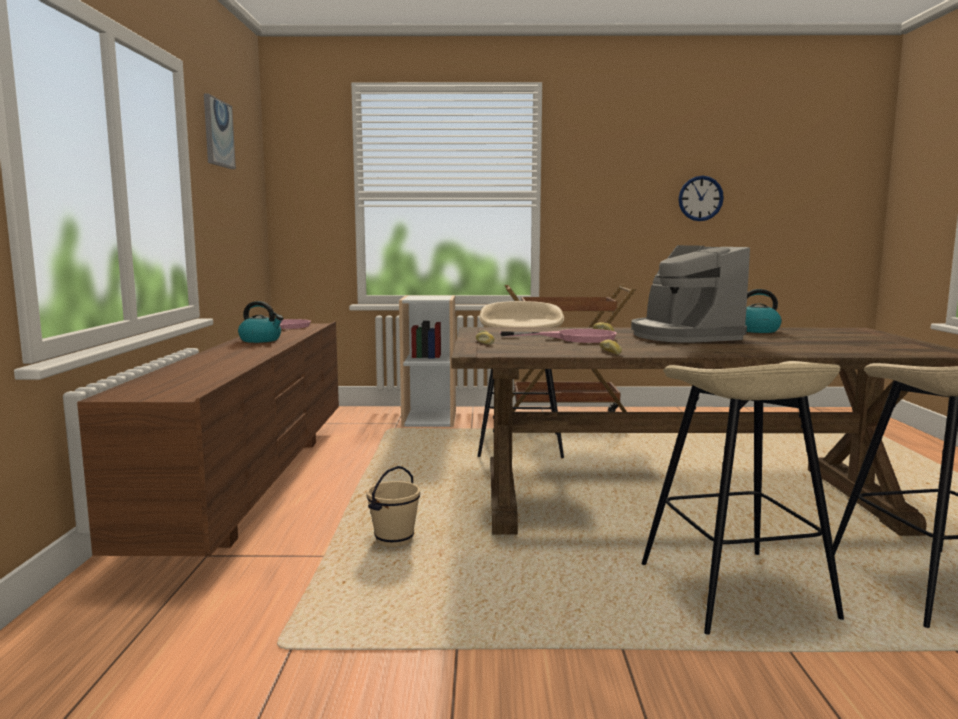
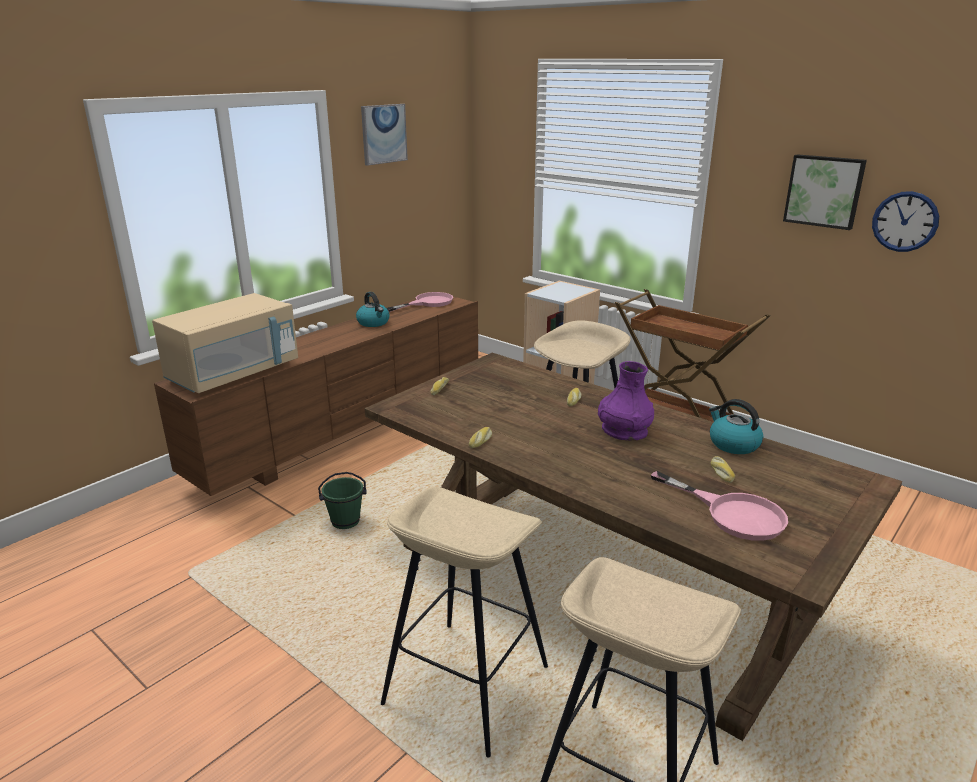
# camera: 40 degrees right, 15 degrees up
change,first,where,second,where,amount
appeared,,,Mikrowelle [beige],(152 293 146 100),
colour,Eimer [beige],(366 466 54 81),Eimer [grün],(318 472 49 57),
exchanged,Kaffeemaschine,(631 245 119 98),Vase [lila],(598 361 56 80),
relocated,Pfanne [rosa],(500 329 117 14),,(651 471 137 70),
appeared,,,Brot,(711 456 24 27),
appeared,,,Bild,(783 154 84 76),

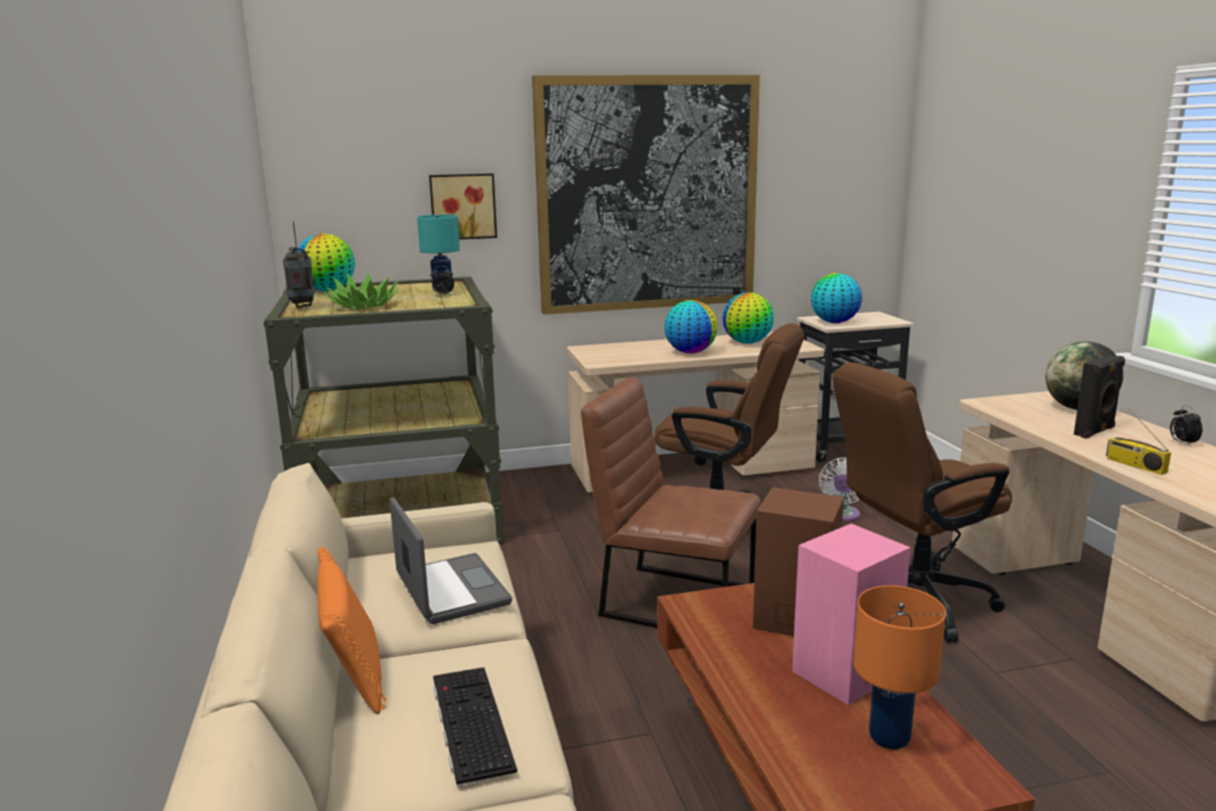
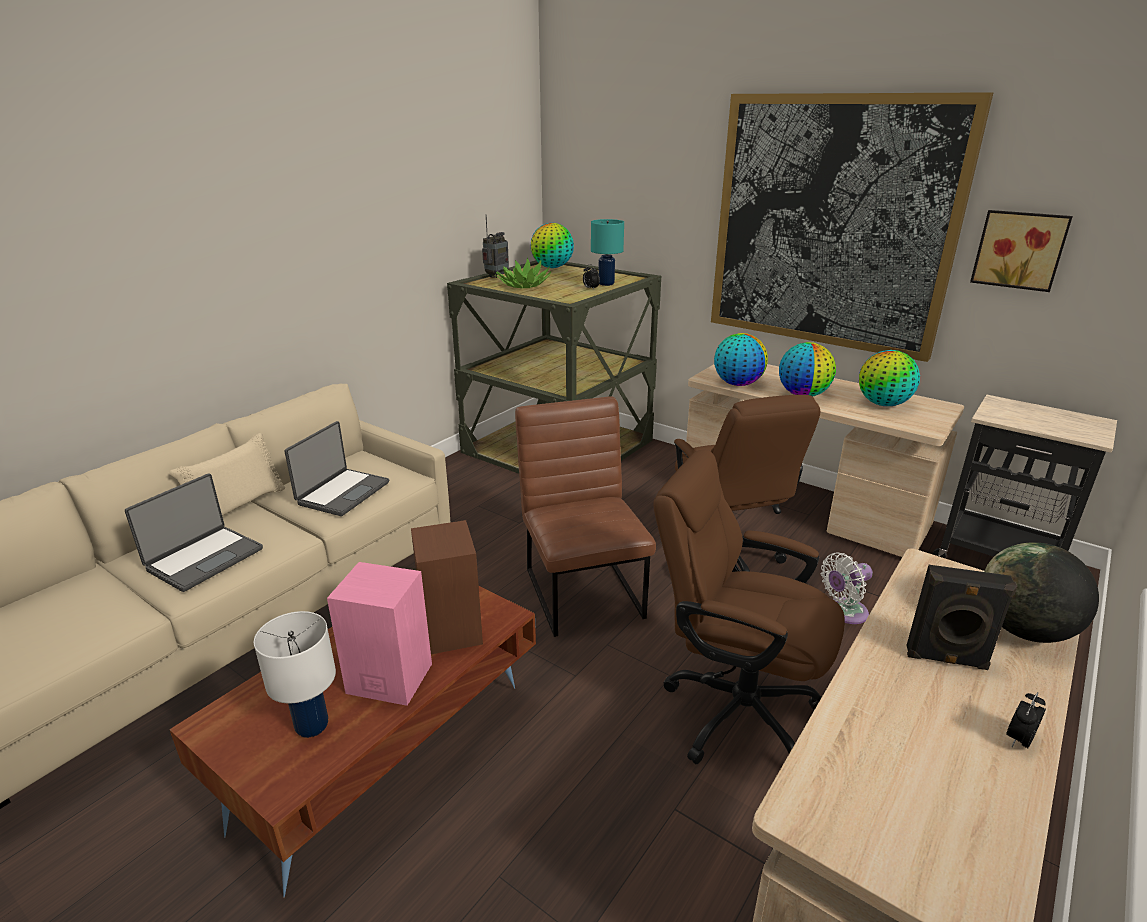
# camera: 50 degrees right, 10 degrees up
change,first,where,second,where,amount
exchanged,Tastatur,(433 667 84 119),Laptop,(125 473 138 119),
colour,Kissen [orange],(317 547 69 167),Kissen [beige],(169 433 116 83),
colour,Tischlampe [orange],(853 585 93 165),Tischlampe [weiß],(254 611 82 127),
relocated,Globus,(811 273 51 50),,(714 333 54 53),
relocated,Bild,(429 173 68 67),,(970 210 103 82),
missing,Radio,(1106 408 65 67),,,

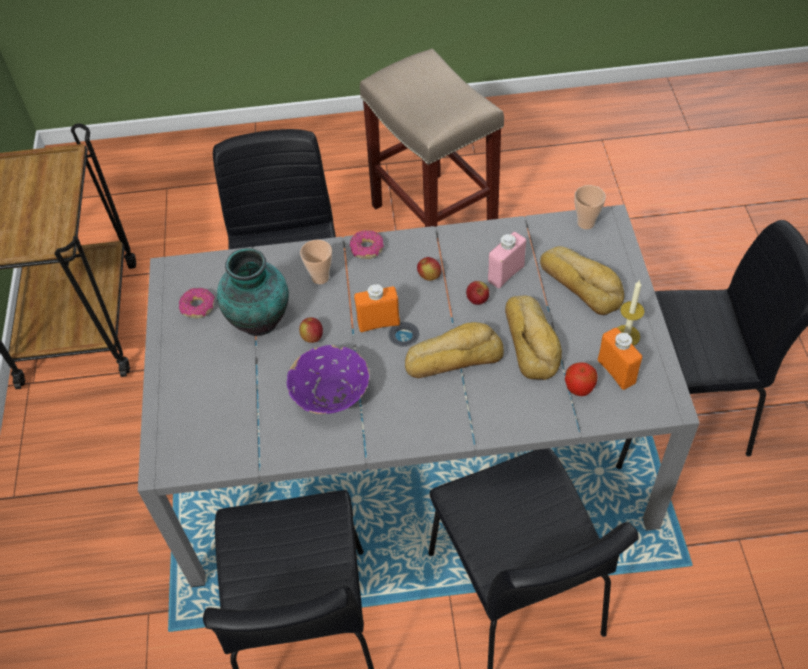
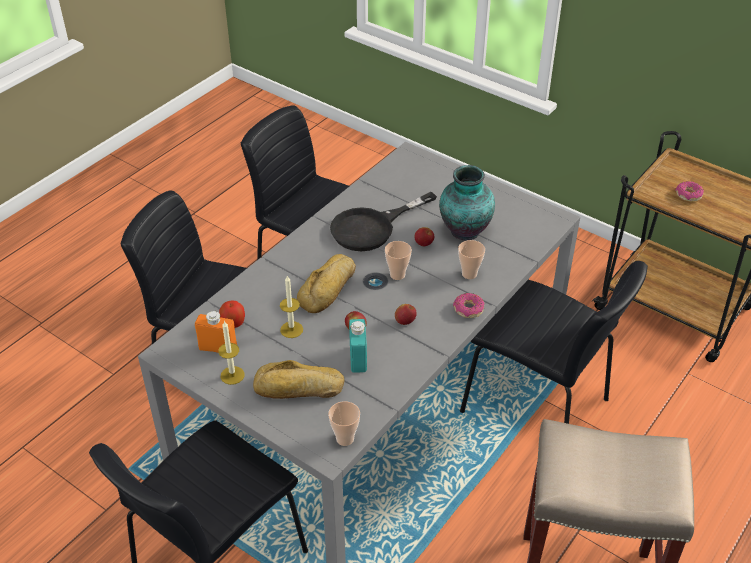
# camera: 130 degrees right, 10 degrees down
change,first,where,second,where,amount
exchanged,Brot,(505 296 57 84),Kerze,(280 276 23 62),
exchanged,Schüssel [lila],(287 345 82 69),Pfanne [schwarz],(330 192 107 59),
colour,Flasche [rosa],(488 232 38 56),Flasche [türkis],(349 319 18 54),
exchanged,Flasche [orange],(354 283 46 49),Tasse,(385 241 27 39),
relocated,Donut,(179 288 36 30),,(675 181 29 21),

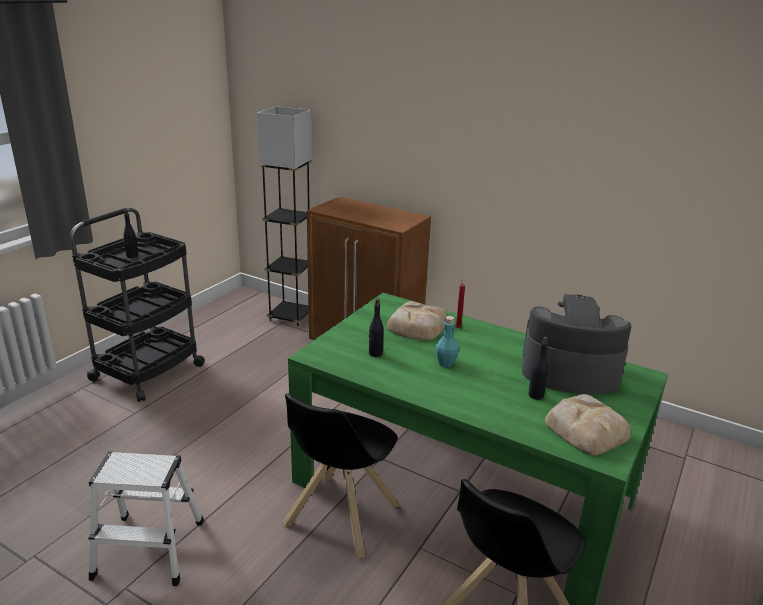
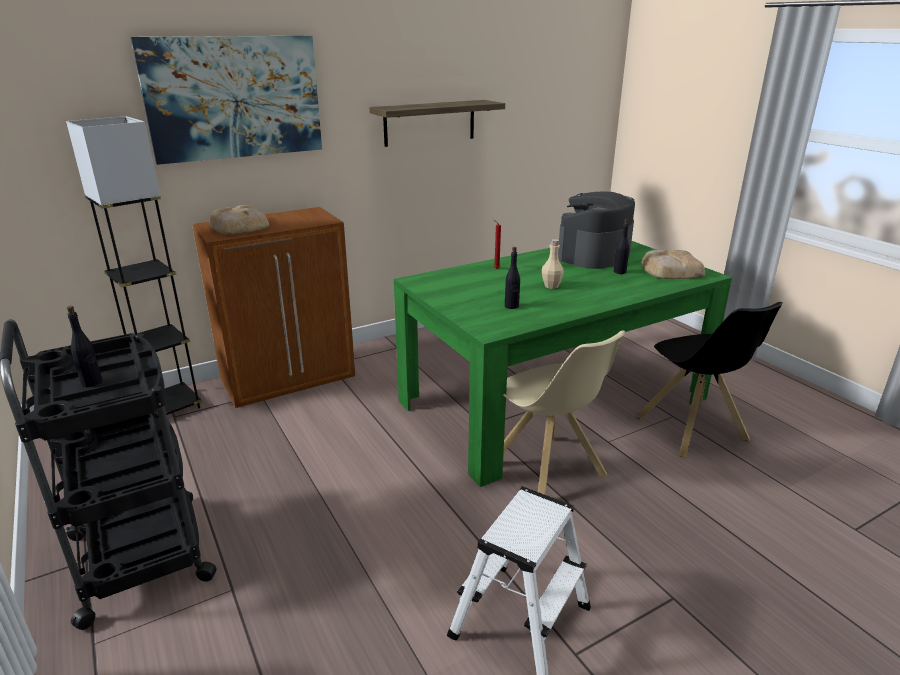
# camera: 60 degrees left, 0 degrees up
change,first,where,second,where,amount
appeared,,,Bild,(130 36 192 129),
relocated,Brot,(387 301 60 39),,(210 205 59 30),
appeared,,,Wandregal,(369 100 136 47),
colour,Stuhl [schwarz],(283 394 117 165),Stuhl [beige],(503 330 122 165),
colour,Flasche [türkis],(435 316 24 51),Flasche [beige],(542 239 22 50),

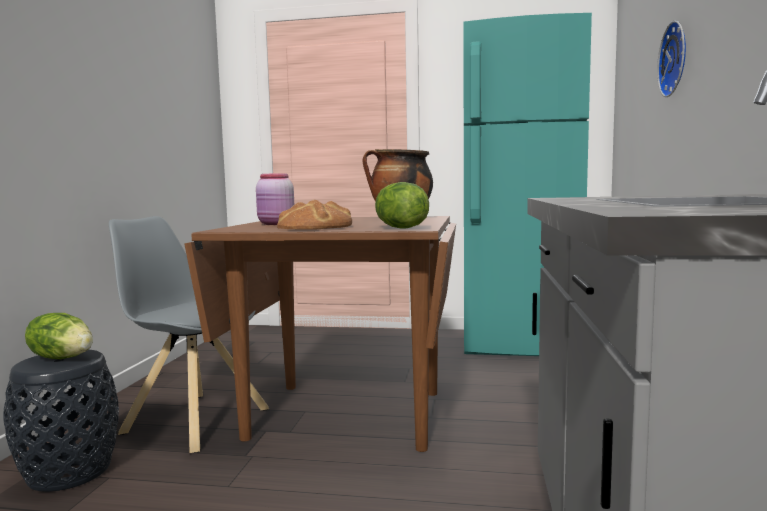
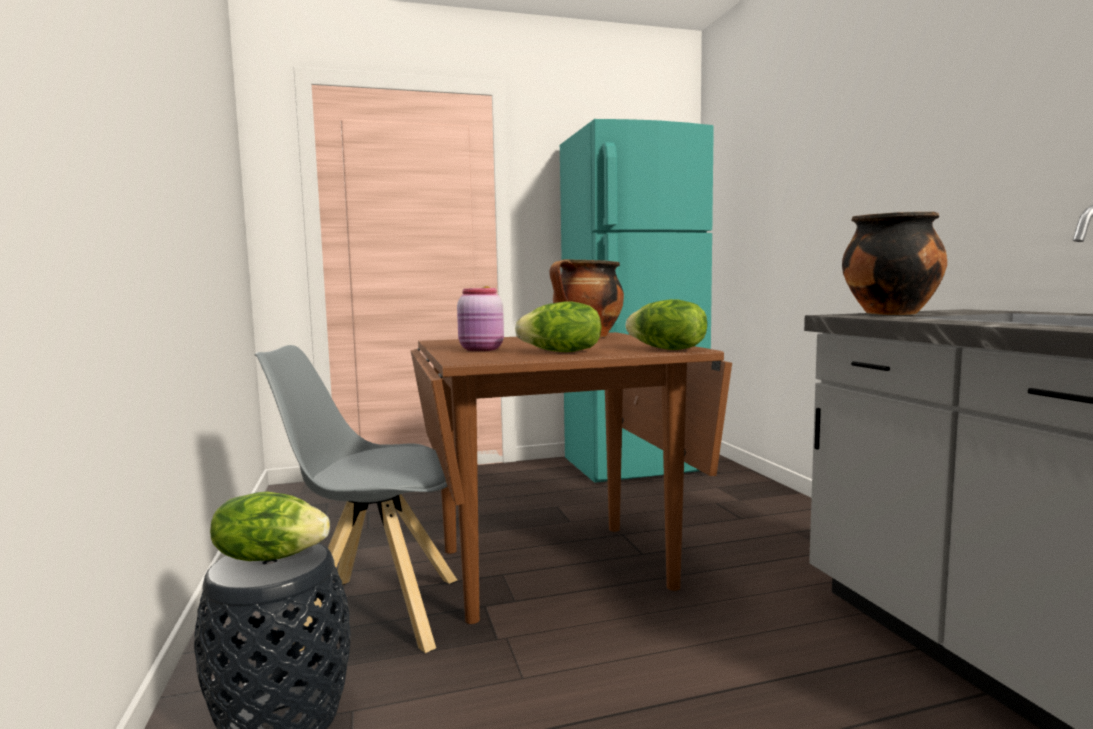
# camera: 25 degrees left, 0 degrees up
change,first,where,second,where,amount
exchanged,Brot,(277 200 75 30),Salatkopf,(515 302 87 50),
appeared,,,Kochtopf,(842 212 105 103),
missing,Wanduhr,(657 21 29 76),,,

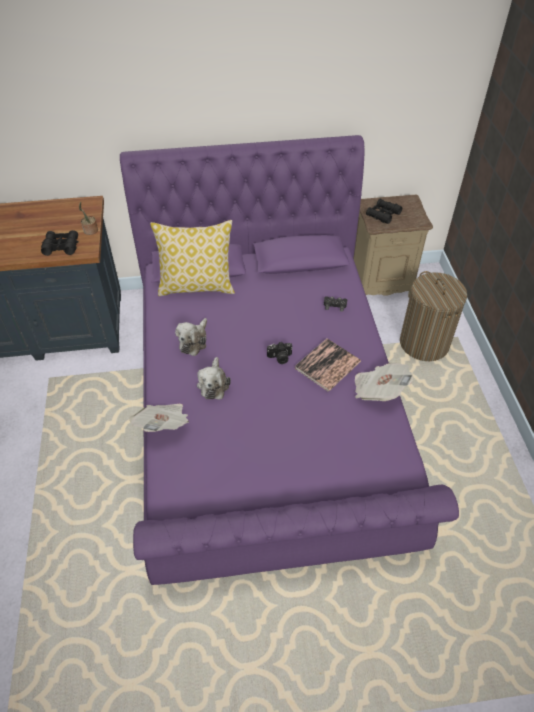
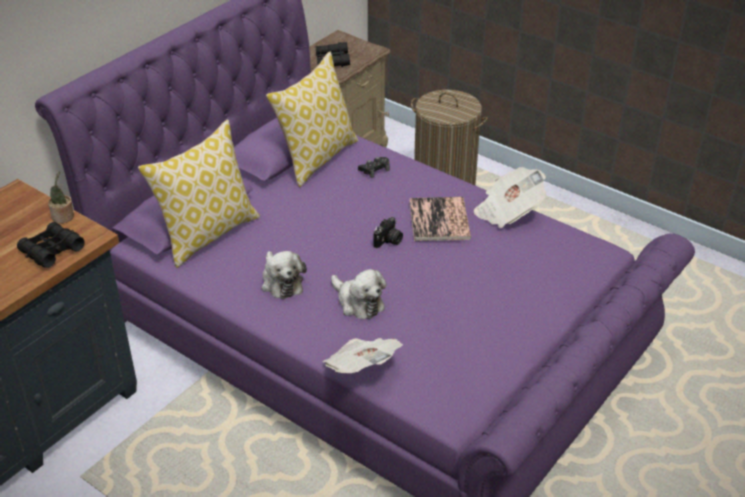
# camera: 45 degrees left, 10 degrees down
change,first,where,second,where,amount
appeared,,,Kissen,(266 51 93 136),

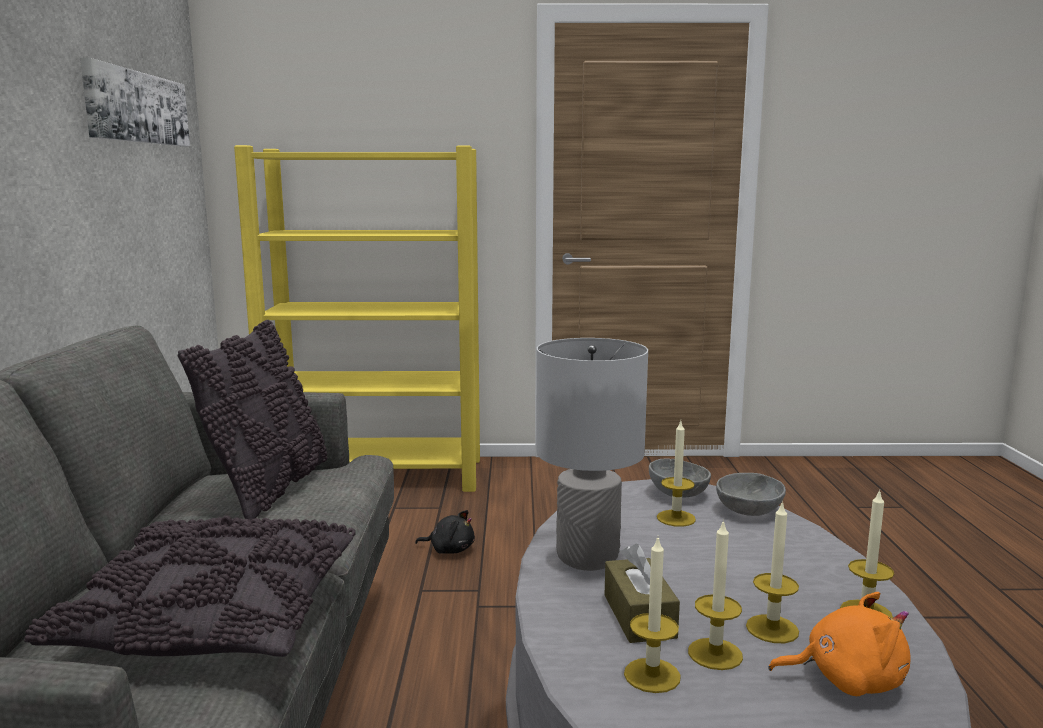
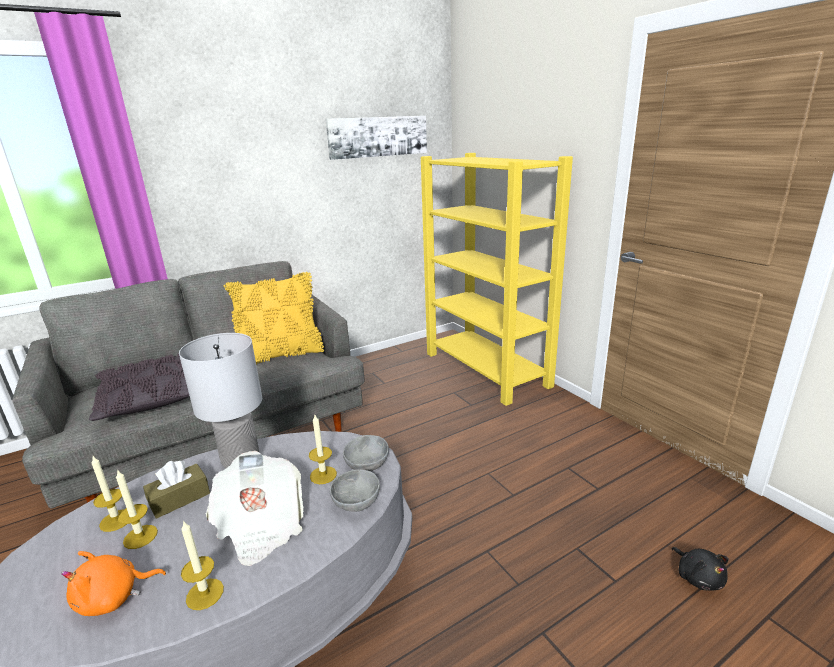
# camera: 60 degrees right, 10 degrees up
change,first,where,second,where,amount
spun,Plüschtier [orange],(769 592 141 104),,(61 551 105 65),90 degrees clockwise
appeared,,,Zeitung,(206 451 97 115),
colour,Kissen [schwarz],(177 320 151 200),Kissen [gelb],(224 272 100 93),
relocated,Plüschtier [schwarz],(415 510 60 44),,(672 547 57 44),
missing,Kerze,(746 501 53 142),,,

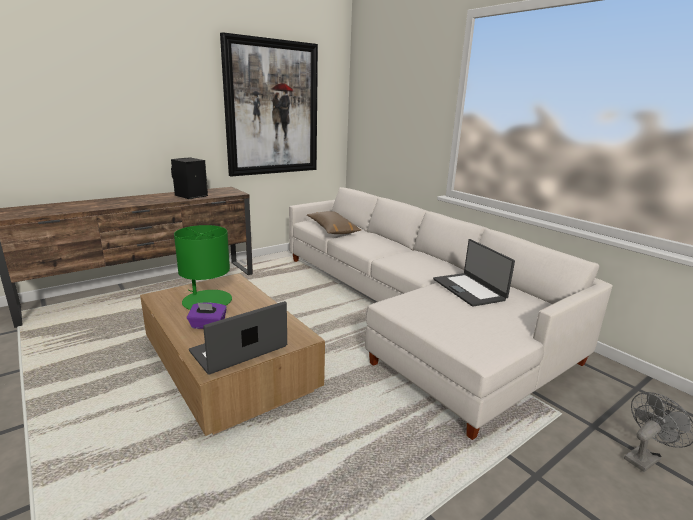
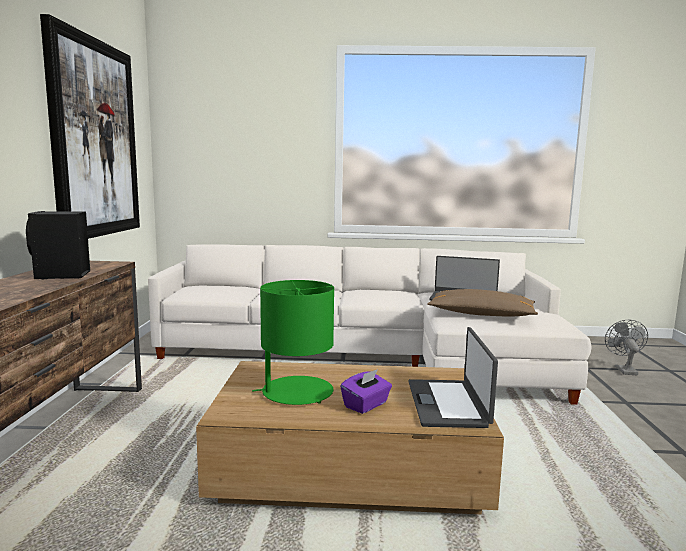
# camera: 50 degrees left, 10 degrees down
change,first,where,second,where,amount
relocated,Kissen [braun],(307 211 54 23),,(427 289 111 28),

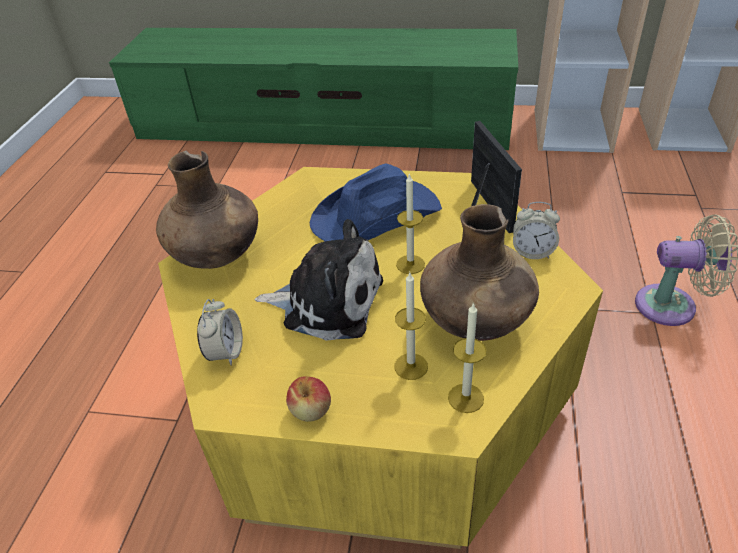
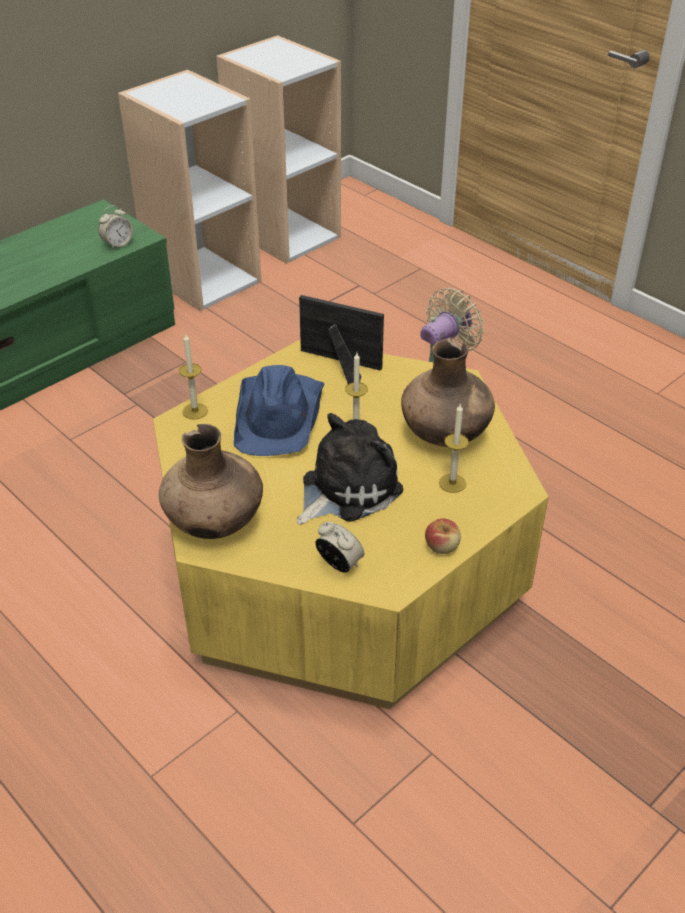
# camera: 55 degrees left, 0 degrees up
change,first,where,second,where,amount
relocated,Wecker,(513 202 47 57),,(99 205 34 45),
relocated,Kerze,(448 302 38 111),,(179 334 29 86),

